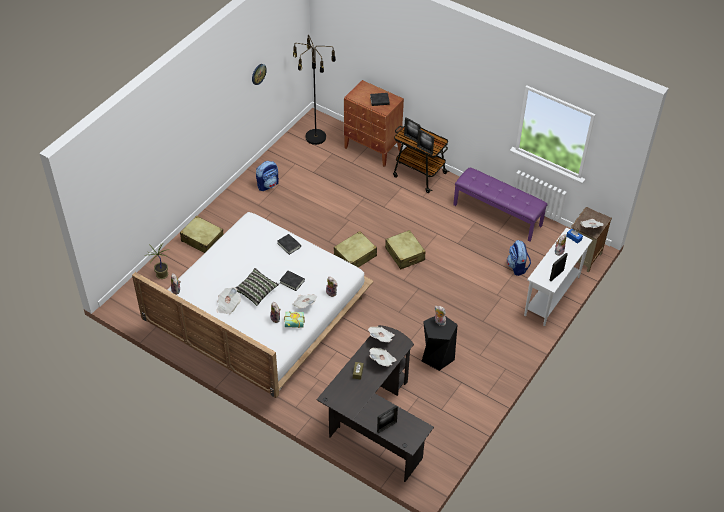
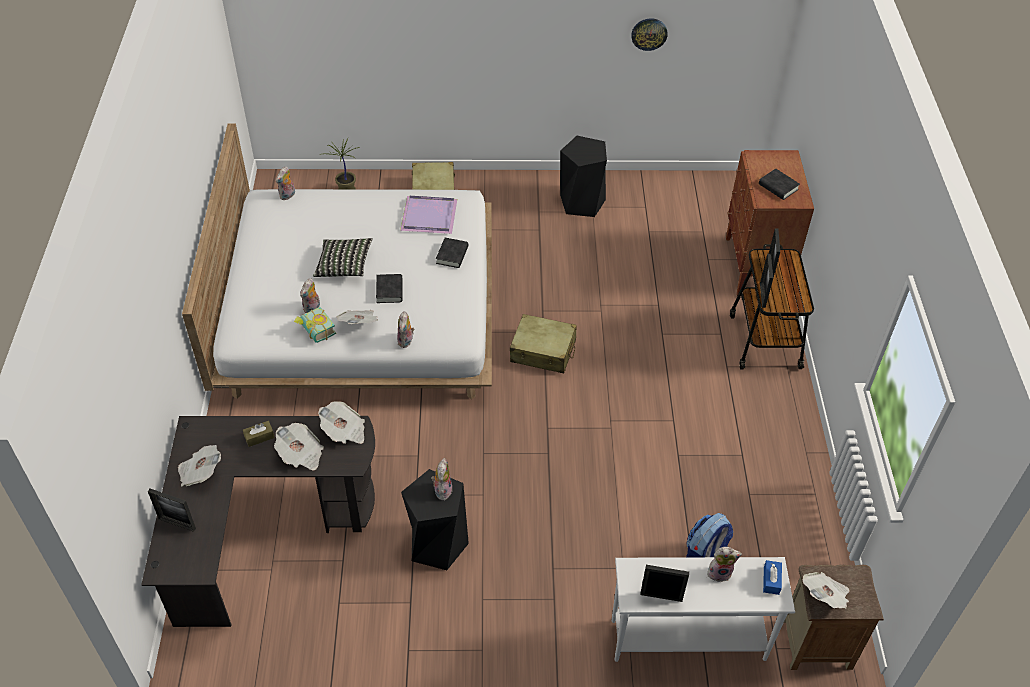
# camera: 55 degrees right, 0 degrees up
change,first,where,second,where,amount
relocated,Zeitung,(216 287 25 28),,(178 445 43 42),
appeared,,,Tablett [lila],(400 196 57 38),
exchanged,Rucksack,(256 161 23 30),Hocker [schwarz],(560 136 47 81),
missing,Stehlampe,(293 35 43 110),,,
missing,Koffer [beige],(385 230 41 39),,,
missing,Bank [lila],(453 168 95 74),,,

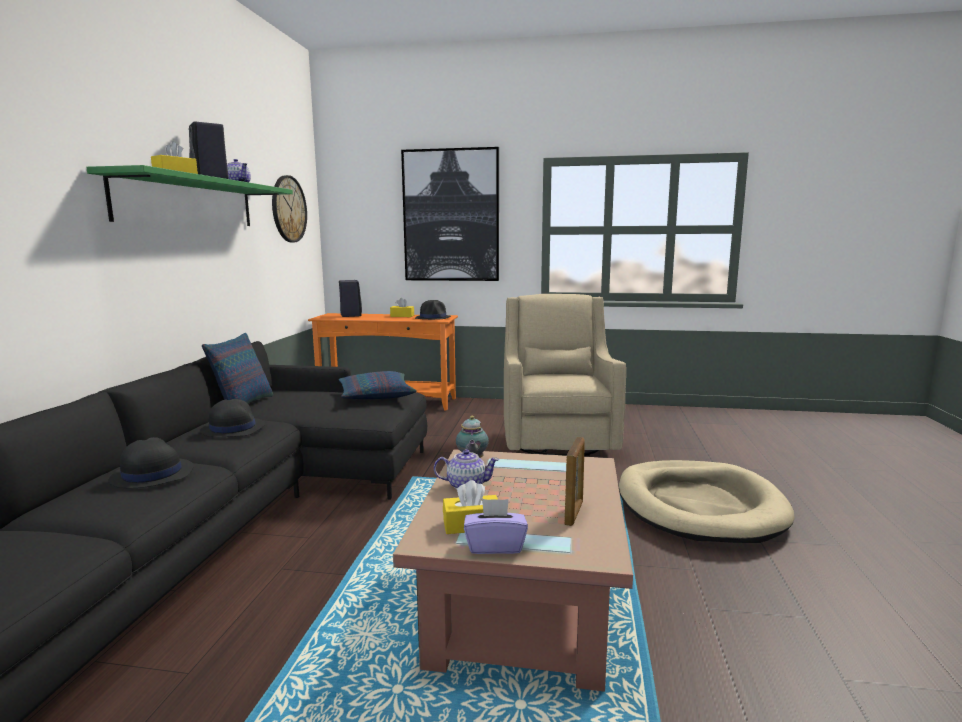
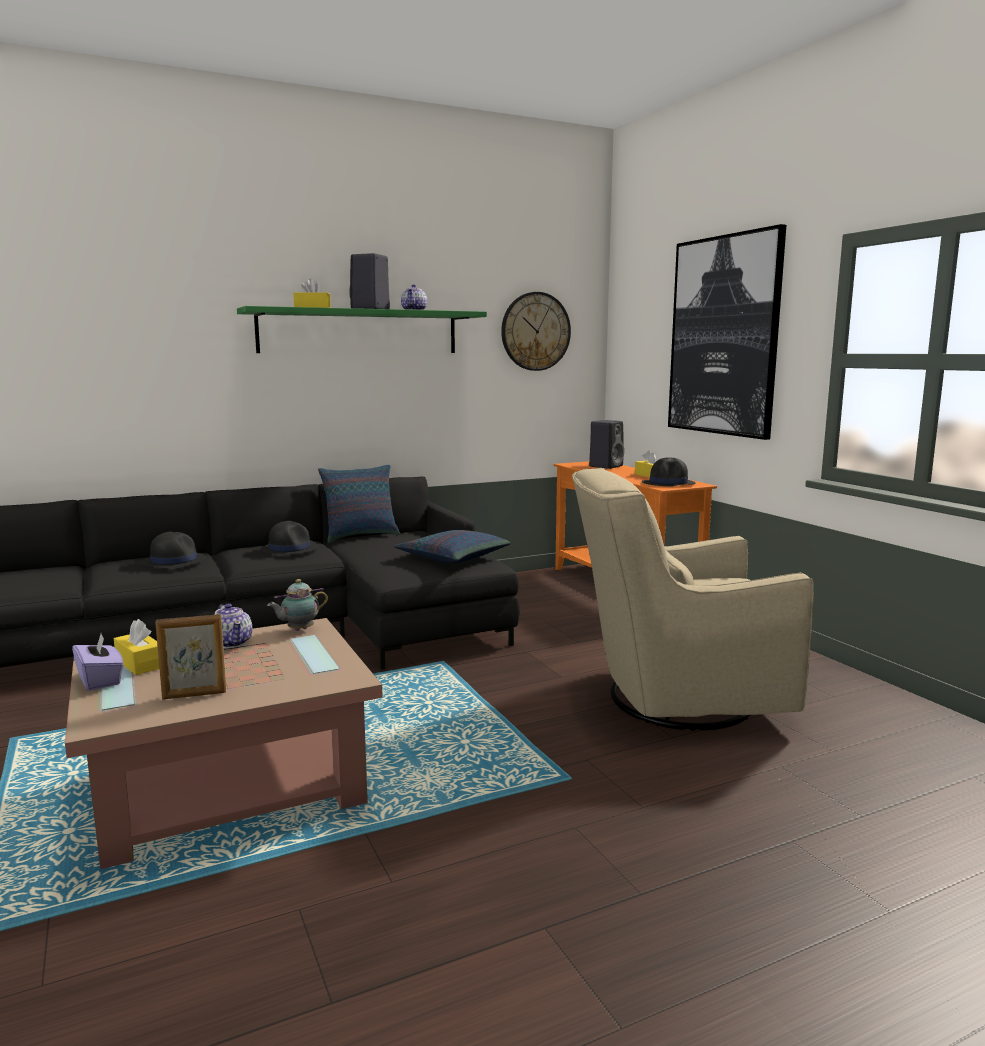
# camera: 55 degrees right, 0 degrees up
change,first,where,second,where,amount
spun,Sessel [beige],(504 294 122 163),,(572 468 242 263),150 degrees counterclockwise
missing,Hundebett [beige],(619 460 176 83),,,

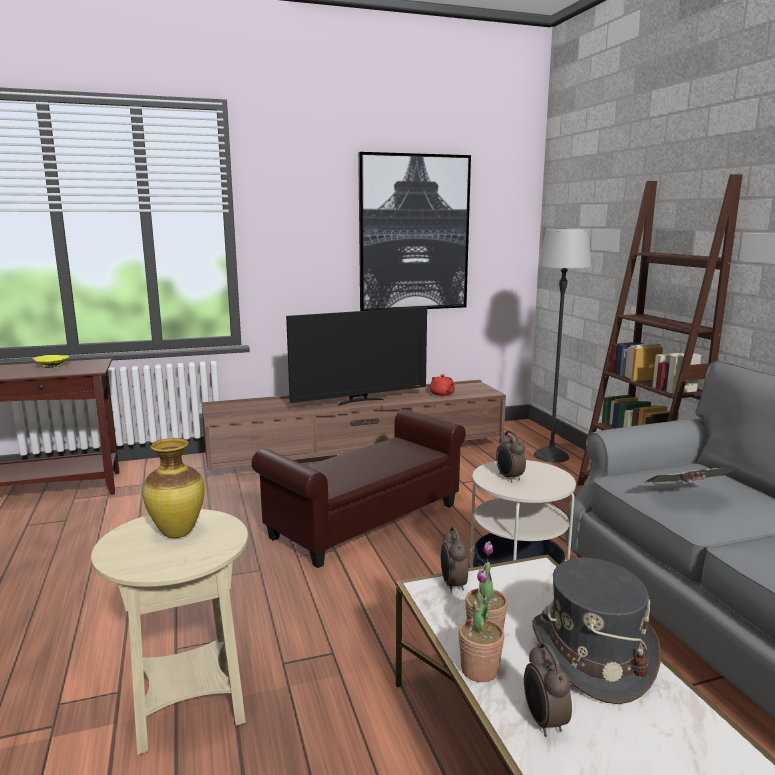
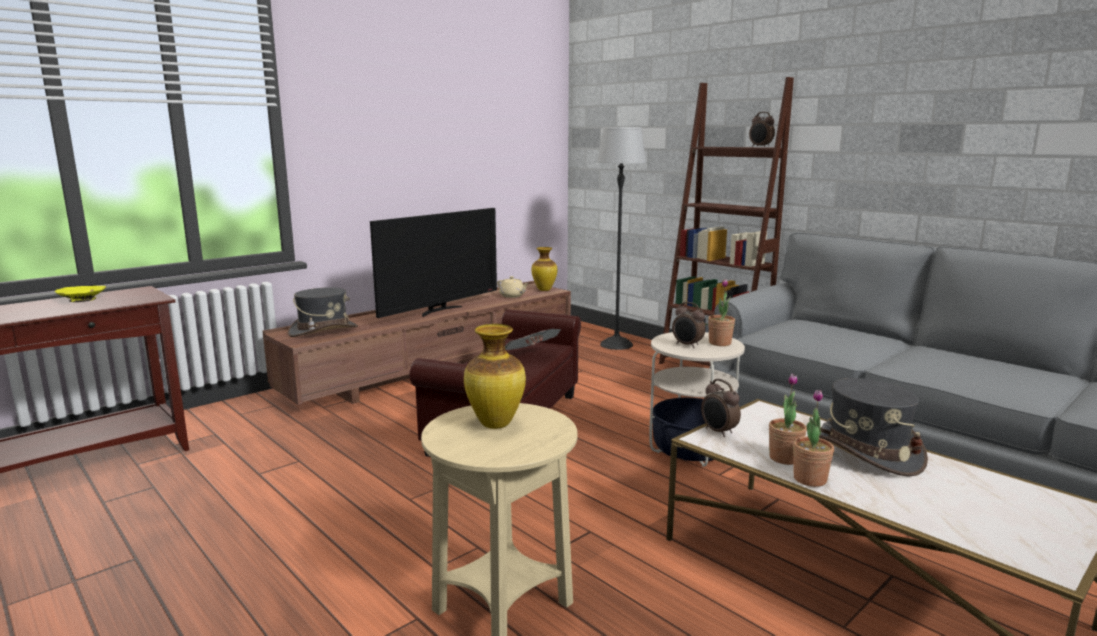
# camera: 25 degrees left, 0 degrees up
change,first,where,second,where,amount
appeared,,,Hut [grau],(288 287 70 50),
colour,Teekanne [rot],(430 374 25 22),Teekanne [beige],(497 276 32 22),
relocated,Zeitung,(646 468 89 16),,(505 329 56 21),
appeared,,,Vase,(532 247 25 44),
appeared,,,Topfpflanze,(708 279 27 67),
relocated,Wecker,(524 642 48 95),,(749 112 26 35),
missing,Bild,(358 152 113 159),,,

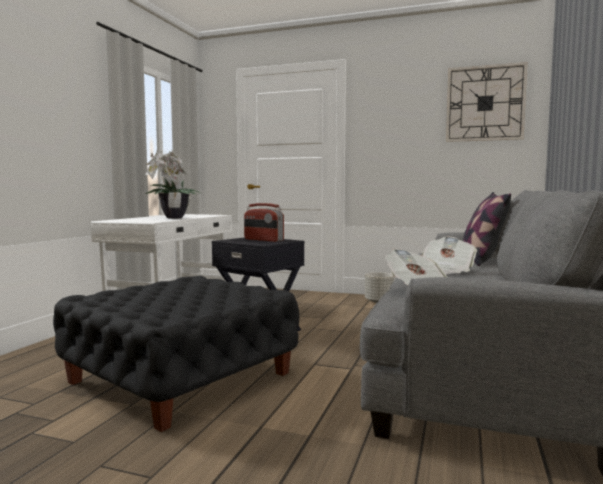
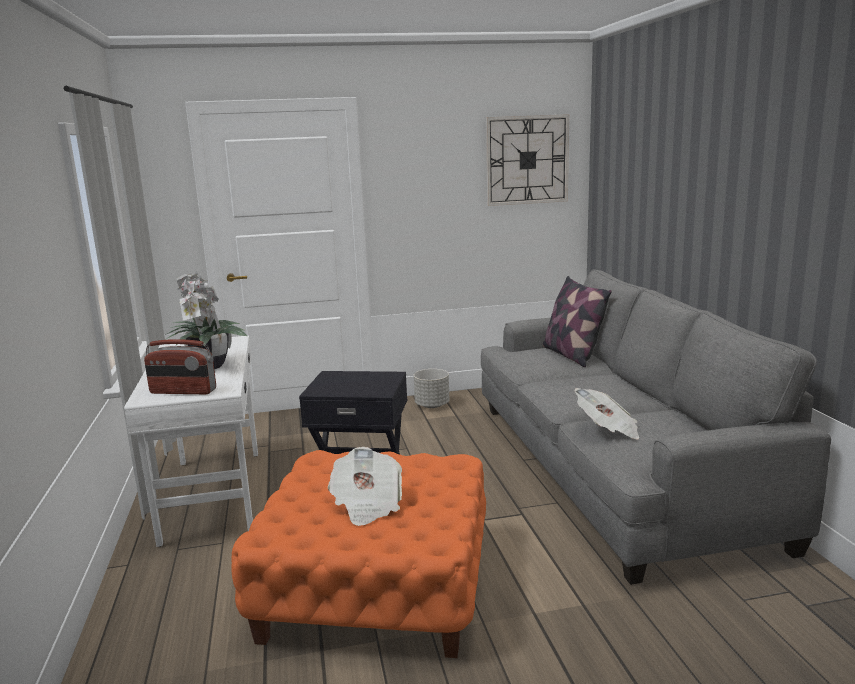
# camera: 30 degrees left, 10 degrees up
change,first,where,second,where,amount
relocated,Radio,(244 203 40 39),,(144 339 72 55),
colour,Polsterhocker [schwarz],(53 276 246 156),Polsterhocker [orange],(231 450 255 208),
relocated,Zeitung,(422 237 56 37),,(328 447 74 79),

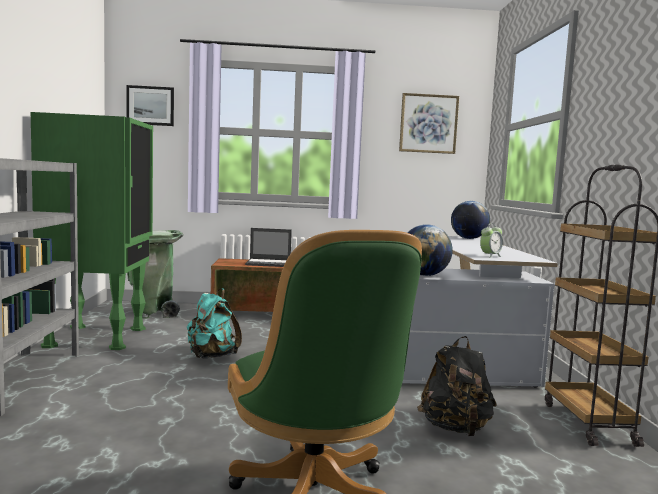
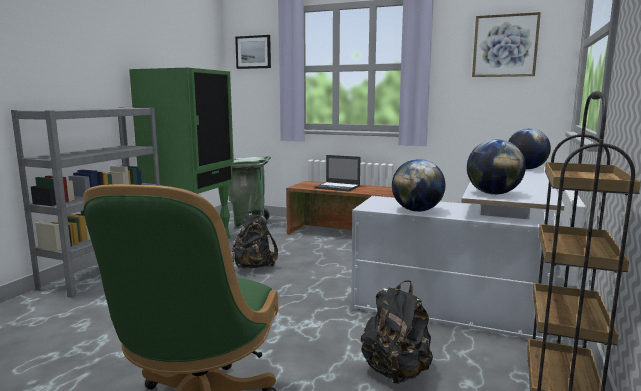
# camera: 25 degrees right, 5 degrees up
change,first,where,second,where,amount
colour,Rucksack [türkis],(187 288 55 71),Rucksack [schwarz],(232 211 46 58),
exchanged,Wecker,(480 223 23 35),Globus,(467 139 59 56),

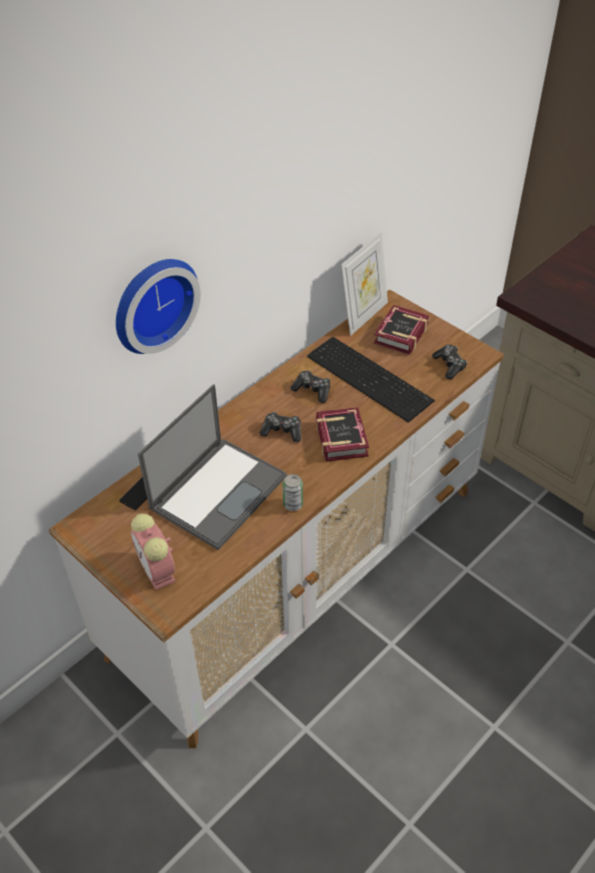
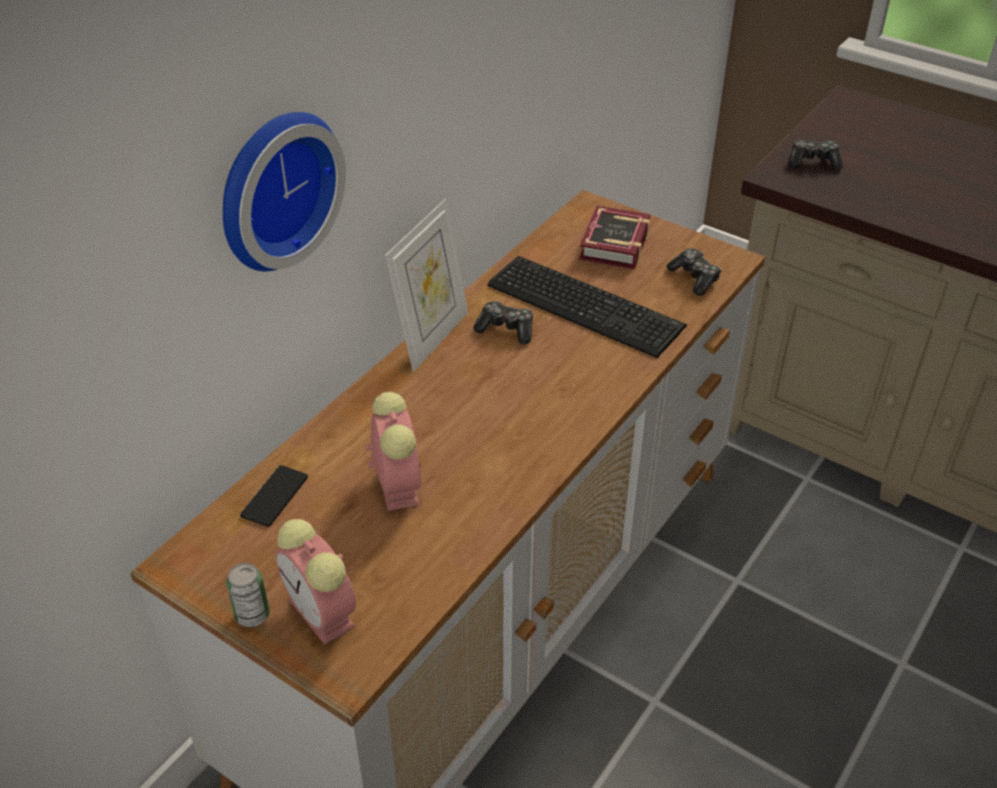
# camera: 10 degrees left, 5 degrees down
change,first,where,second,where,amount
relocated,Dose,(282 474 21 37),,(226 563 44 64),
exchanged,Laptop,(138 384 149 166),Wecker,(366 392 55 119),
relocated,Bilderrahmen,(341 232 47 104),,(385 199 83 173),
relocated,Gamepad,(260 412 41 30),,(788 140 55 30),
missing,Buch,(316 407 53 55),,,

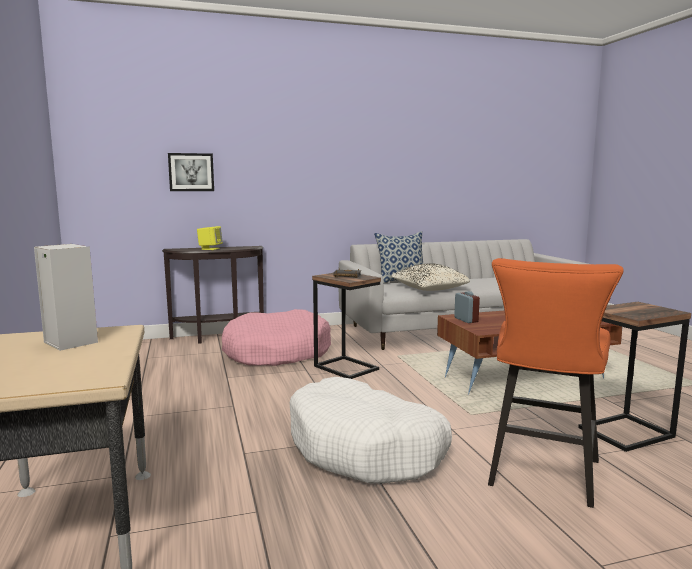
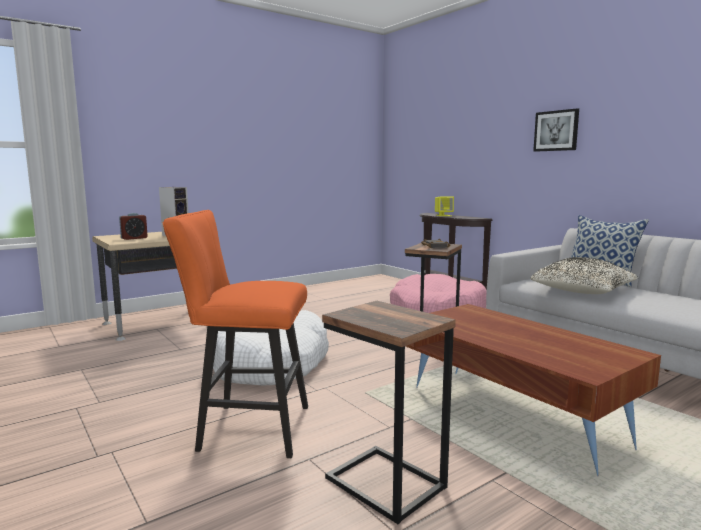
# camera: 70 degrees right, 0 degrees up
change,first,where,second,where,amount
relocated,Wecker,(454 291 26 32),,(119 213 29 27),
relocated,Bild,(168 153 46 38),,(533 108 46 44),

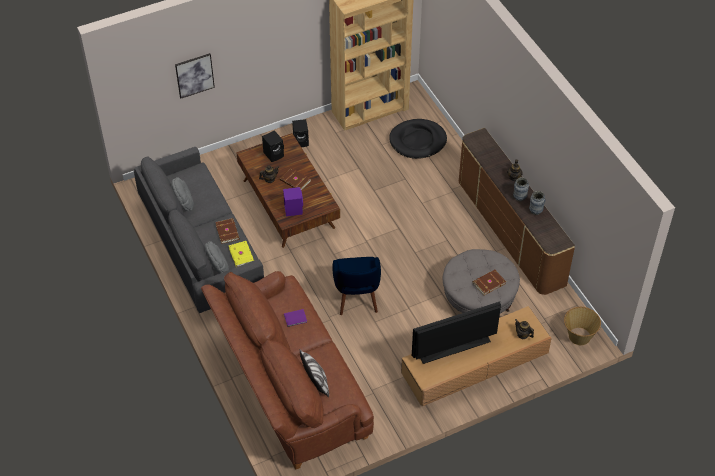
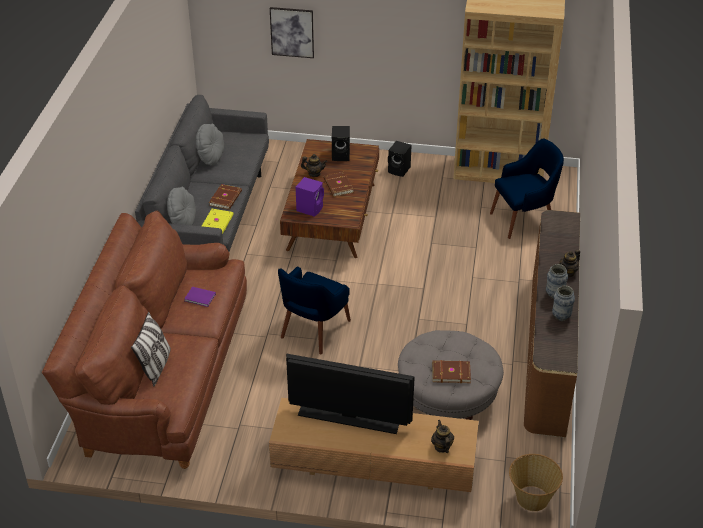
# camera: 35 degrees right, 10 degrees down
change,first,where,second,where,amount
exchanged,Hundebett [schwarz],(389 119 58 40),Sessel [blau],(490 139 74 100),

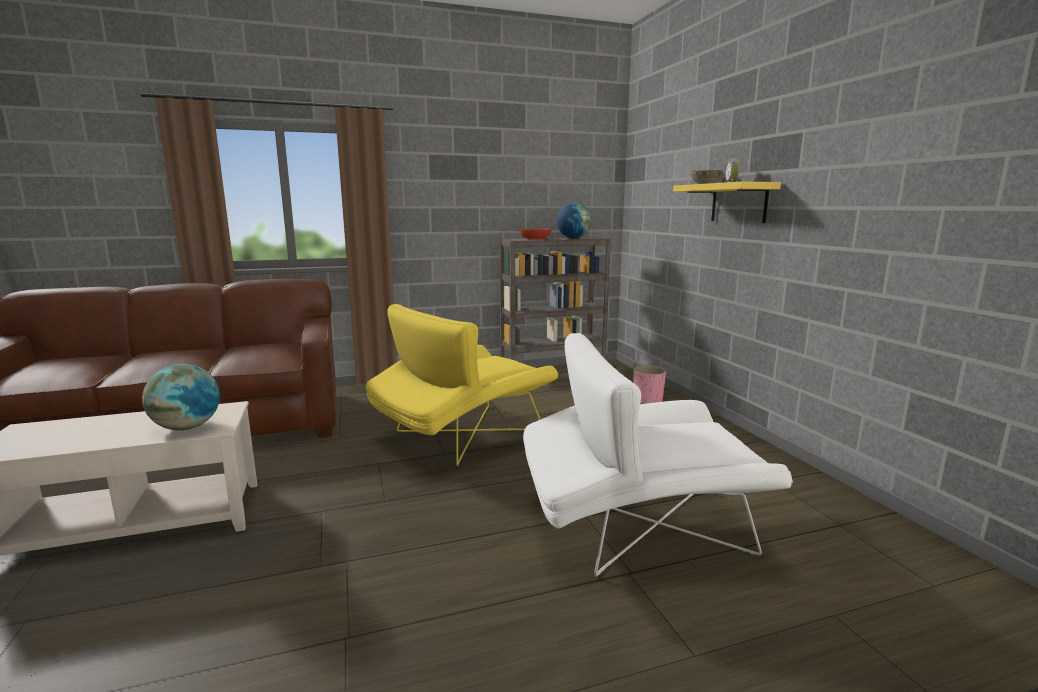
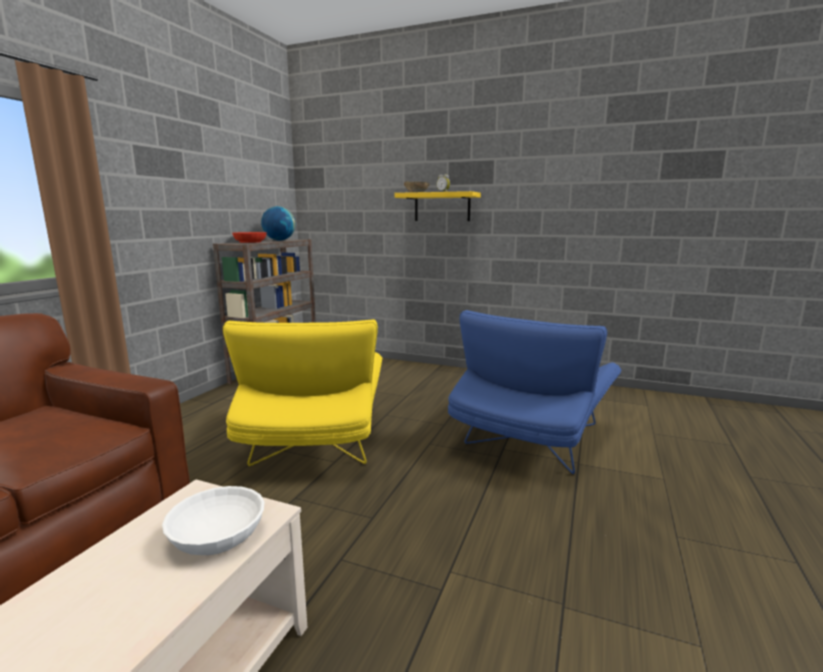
# camera: 50 degrees left, 0 degrees up
change,first,where,second,where,amount
exchanged,Globus,(142 364 78 66),Schüssel [weiß],(162 486 103 69),
colour,Sessel [weiß],(523 333 270 244),Sessel [blau],(448 310 174 164),
missing,Pflanzkübel [rosa],(634 366 32 38),,,

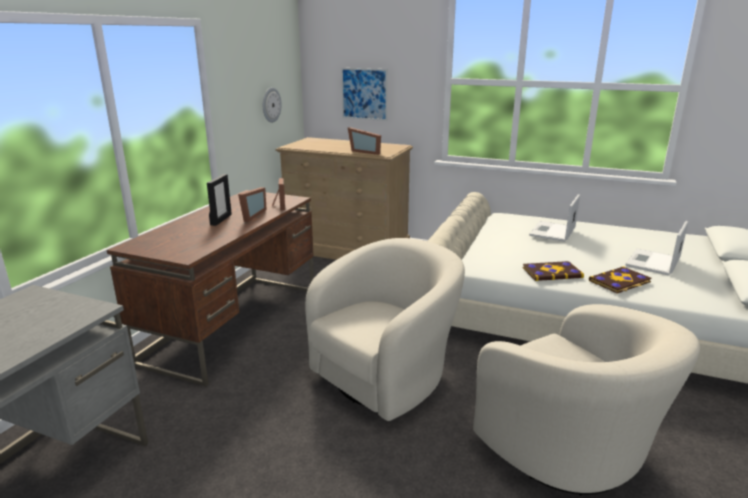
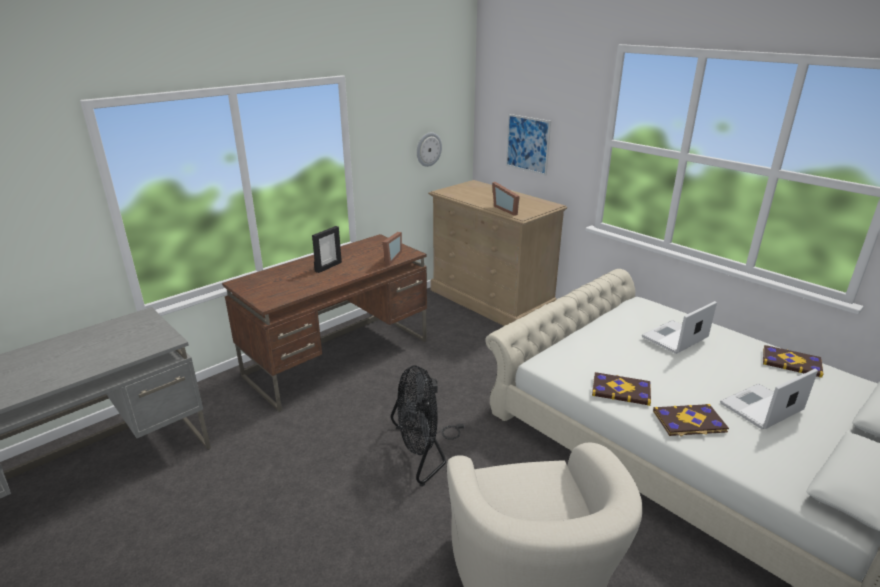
# camera: 25 degrees right, 5 degrees up
change,first,where,second,where,amount
exchanged,Sessel [beige],(305 238 160 183),Ventilator [schwarz],(391 365 74 122),
appeared,,,Buch,(763 345 61 33),
missing,Bilderrahmen,(238 187 29 35),,,

